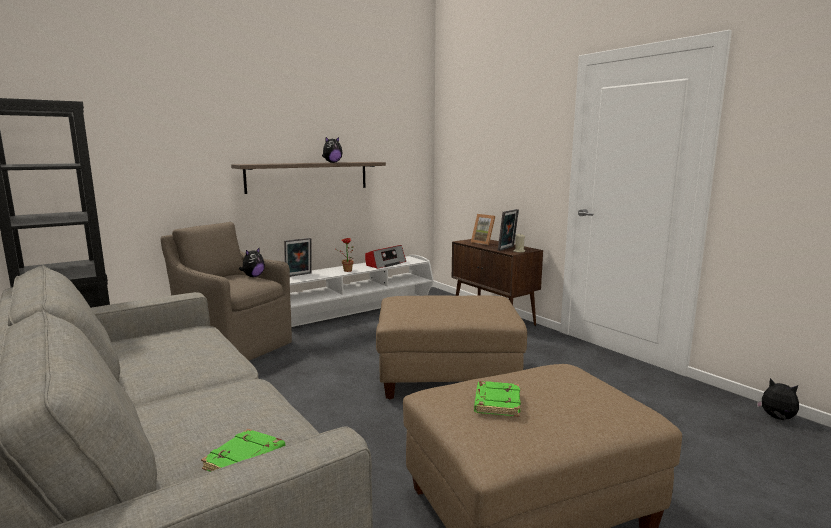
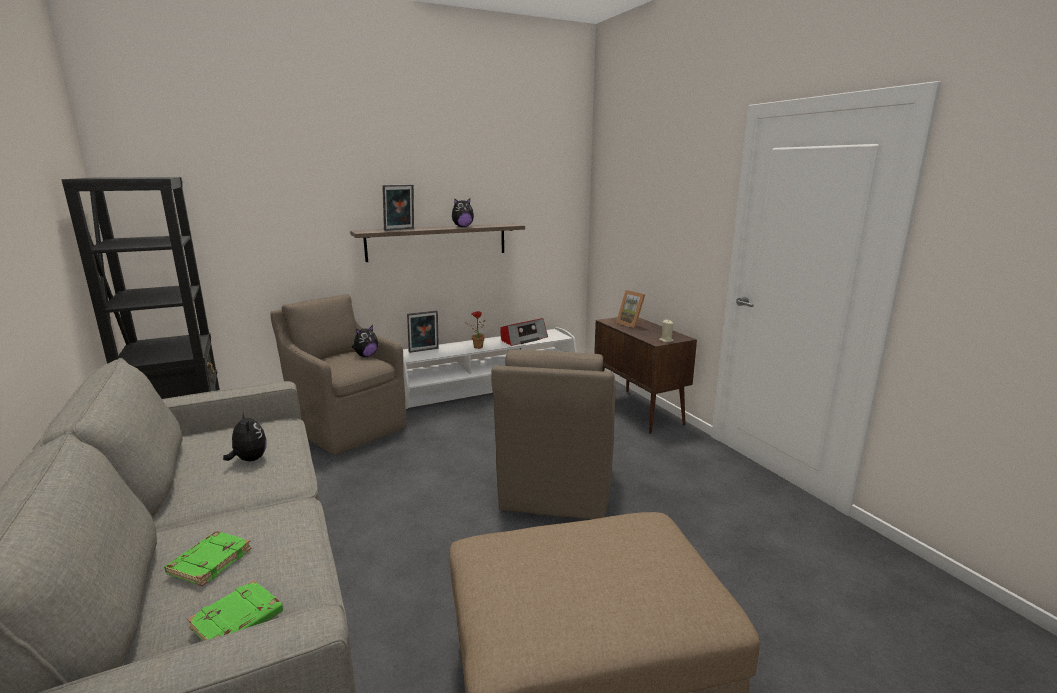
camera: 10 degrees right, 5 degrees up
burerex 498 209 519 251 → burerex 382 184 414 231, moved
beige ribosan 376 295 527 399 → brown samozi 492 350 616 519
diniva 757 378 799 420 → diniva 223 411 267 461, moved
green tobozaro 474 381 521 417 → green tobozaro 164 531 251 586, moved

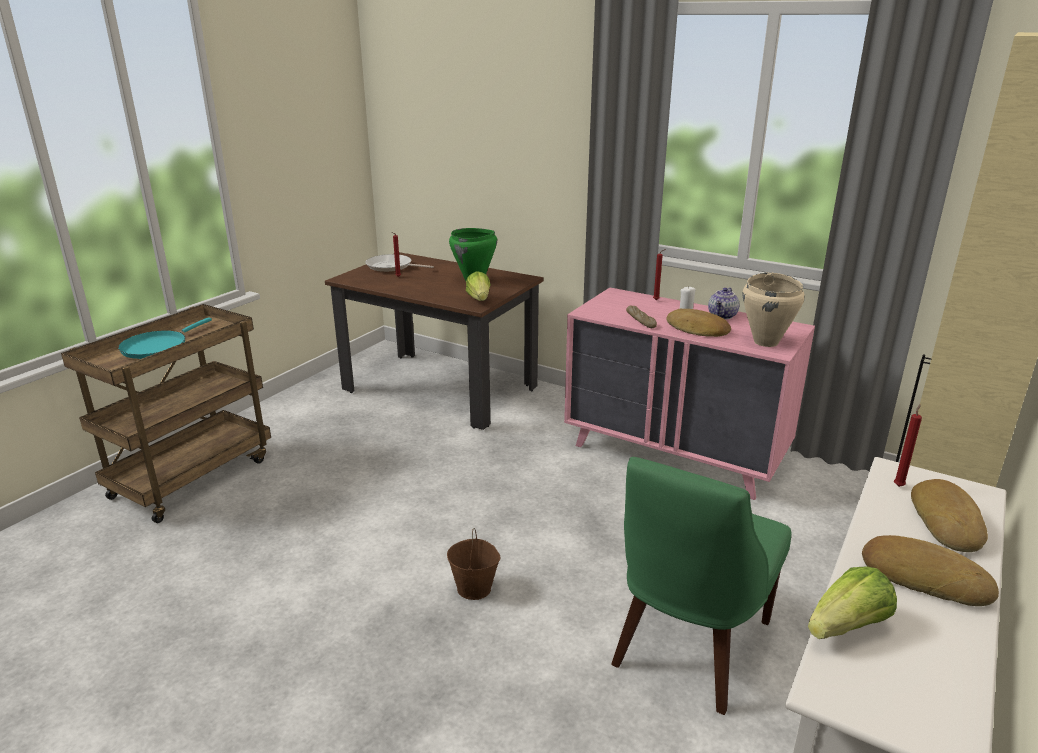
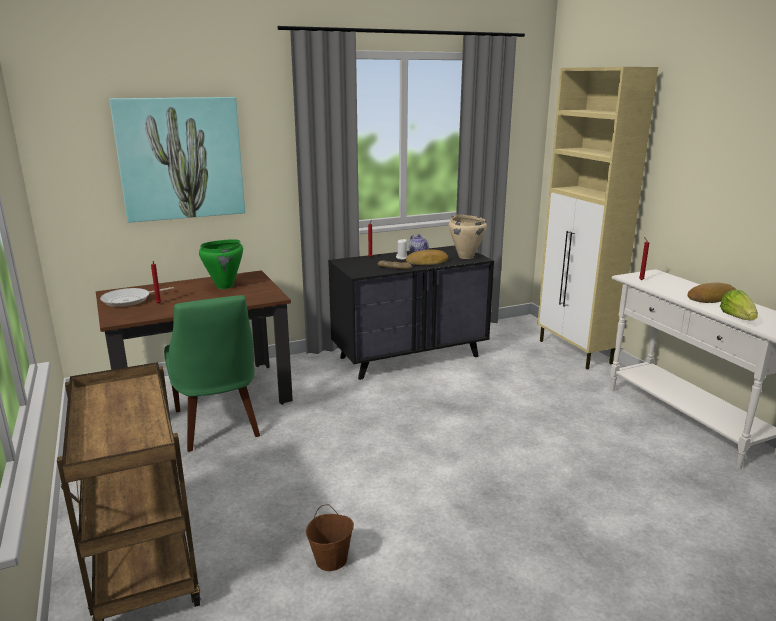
camera: 55 degrees left, 5 degrees down
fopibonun 466 271 491 301 → -
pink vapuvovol 564 288 815 500 → black vapuvovol 328 246 494 380
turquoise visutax 118 317 212 359 → -
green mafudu 611 457 792 715 → green mafudu 164 295 260 452, moved
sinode 911 479 988 552 → -
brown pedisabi 447 528 501 600 → brown pedisabi 306 504 354 571, moved
- → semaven 109 97 245 223

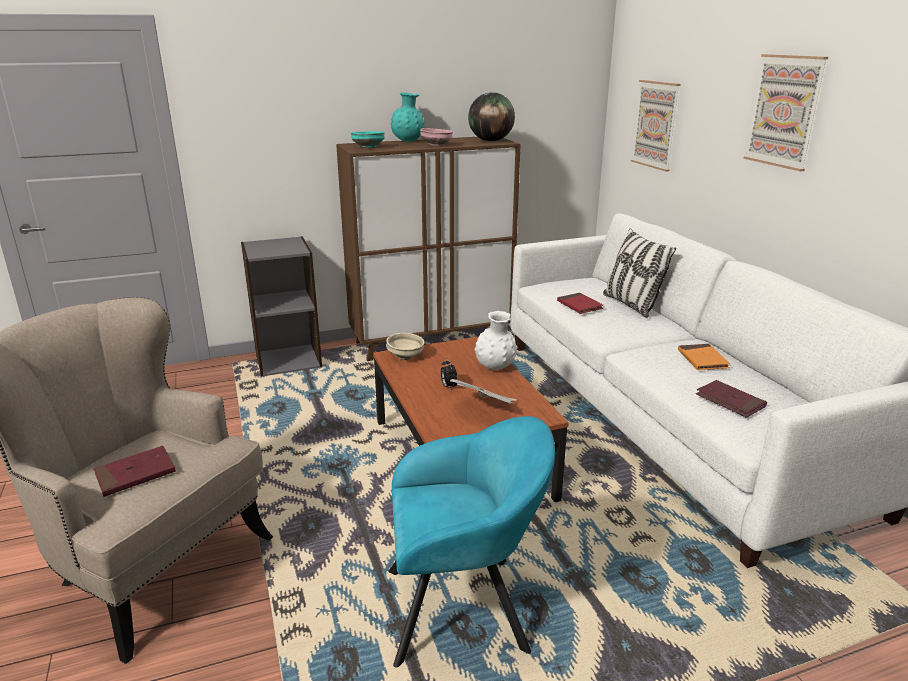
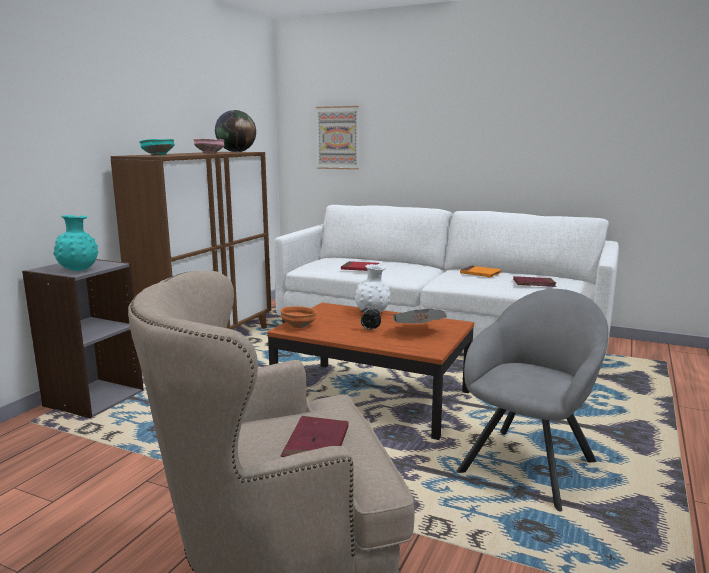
camera: 45 degrees left, 10 degrees down
semaven 743 54 828 171 → -
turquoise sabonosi 391 92 425 142 → turquoise sabonosi 53 215 99 271, moved
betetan 603 228 676 318 → -
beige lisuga 386 333 425 360 → orange lisuga 281 306 316 328
turquoise samozi 389 416 555 668 → grey samozi 456 289 609 511

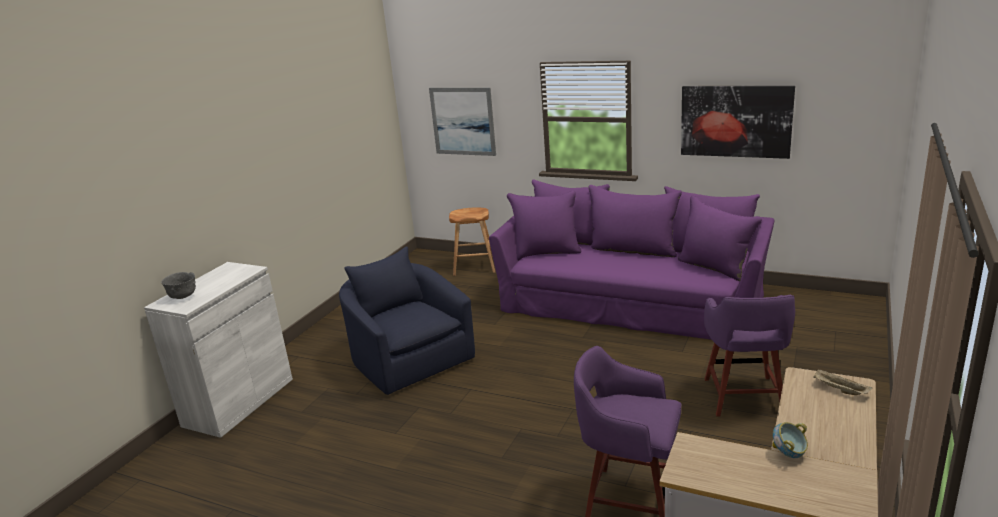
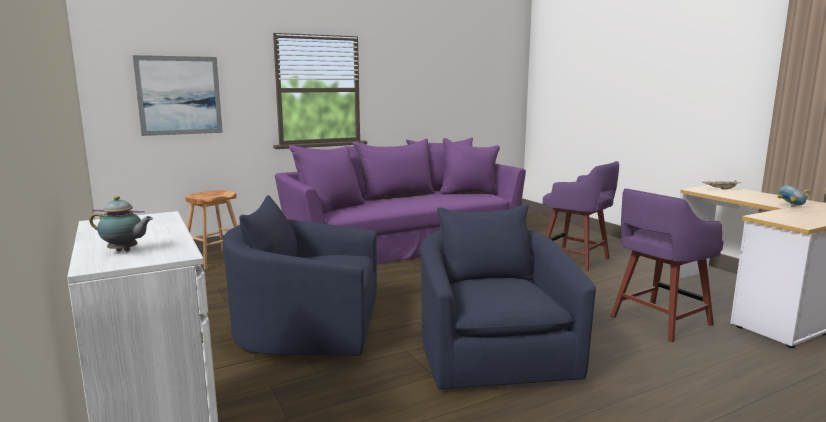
camera: 55 degrees left, 10 degrees down
semaven 681 86 795 159 → -
grey lisuga 161 272 196 299 → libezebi 89 196 153 251
- → blue samozi 421 204 596 390

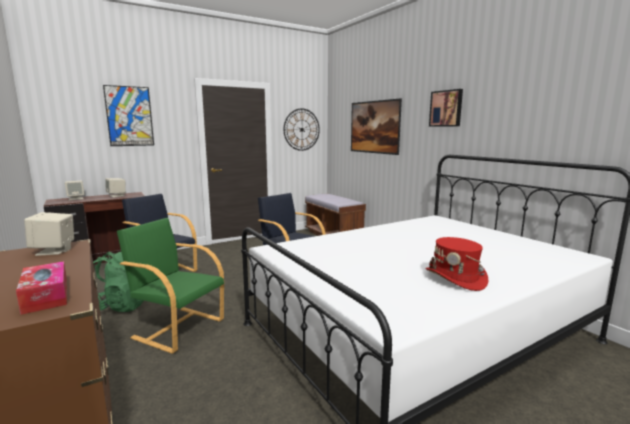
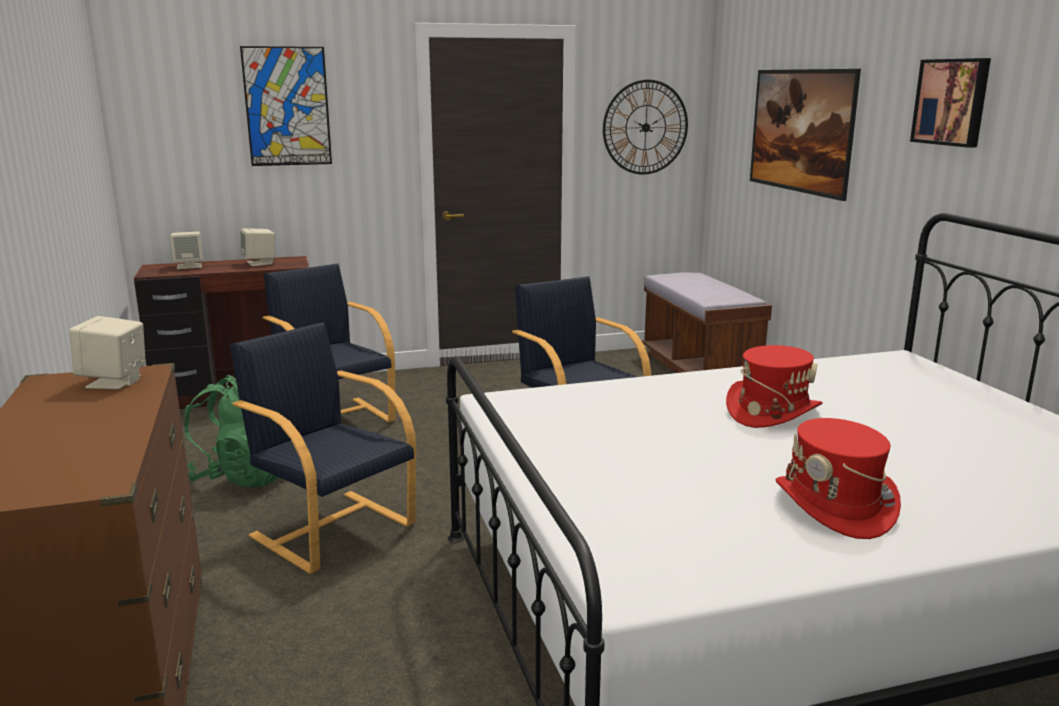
camera: 15 degrees right, 5 degrees up
green samozi 117 218 224 354 → black samozi 230 322 416 574
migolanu 16 261 67 315 → -
- → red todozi 726 345 822 428

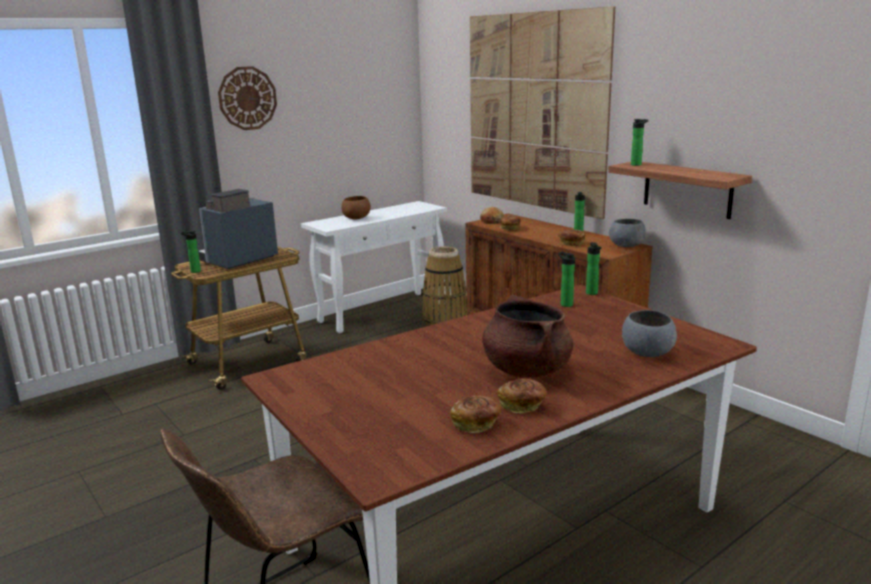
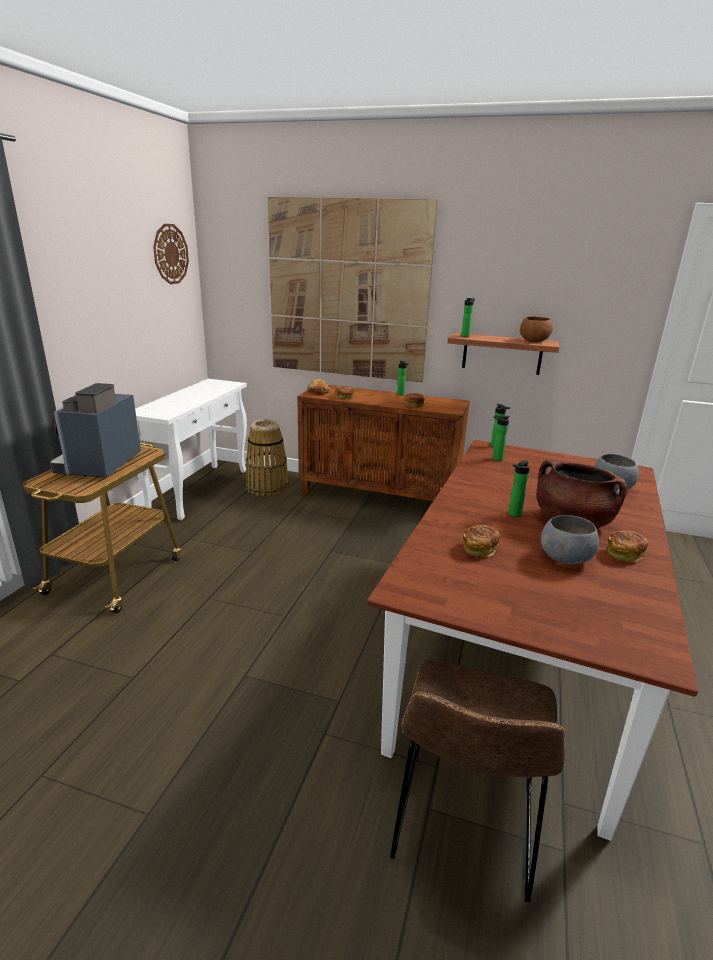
camera: 35 degrees left, 5 degrees up
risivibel 218 66 277 130 → risivibel 153 224 189 284, moved
brown lisuga 342 196 371 219 → brown lisuga 520 317 553 342, moved
grey lisuga 609 219 646 247 → grey lisuga 541 515 599 564, moved
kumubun 181 231 201 273 → kumubun 508 461 530 517, moved
sinode 450 395 501 433 → sinode 463 525 500 557, moved

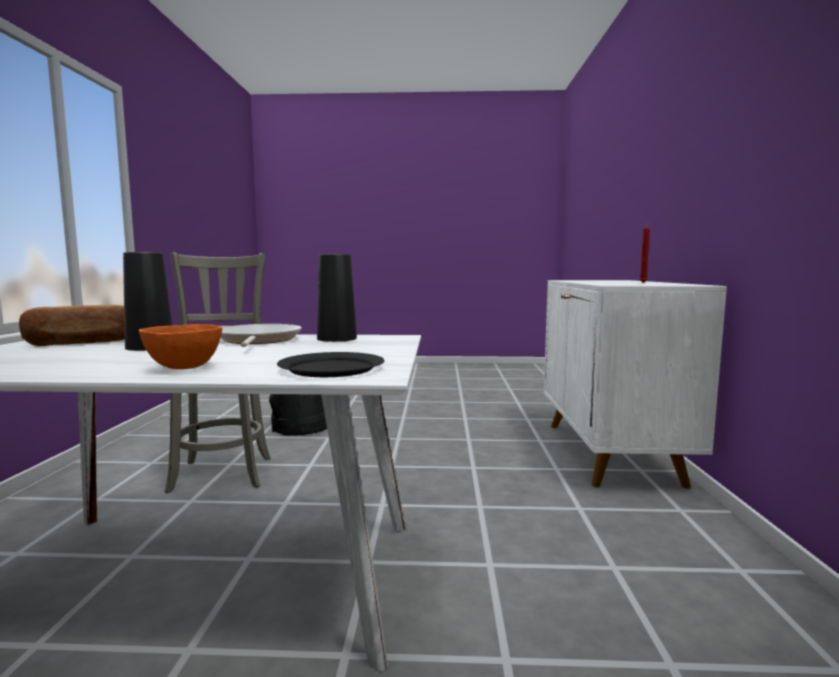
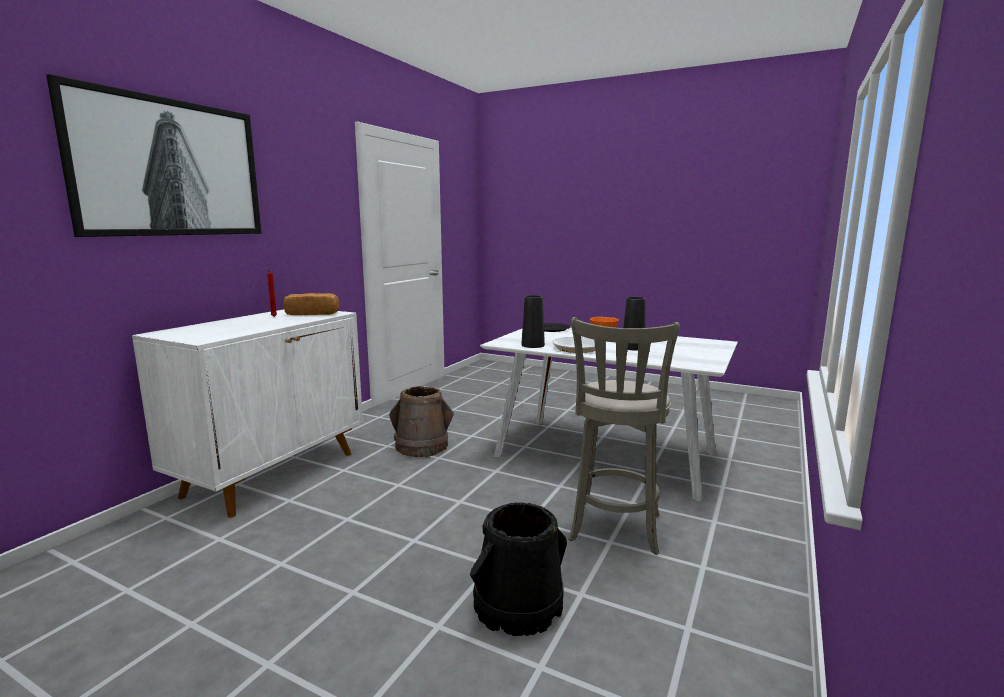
camera: 155 degrees left, 5 degrees up
sinode 19 305 125 346 → sinode 284 293 339 315, moved
- → semaven 46 74 262 237
- → brown pedisabi 389 386 454 457

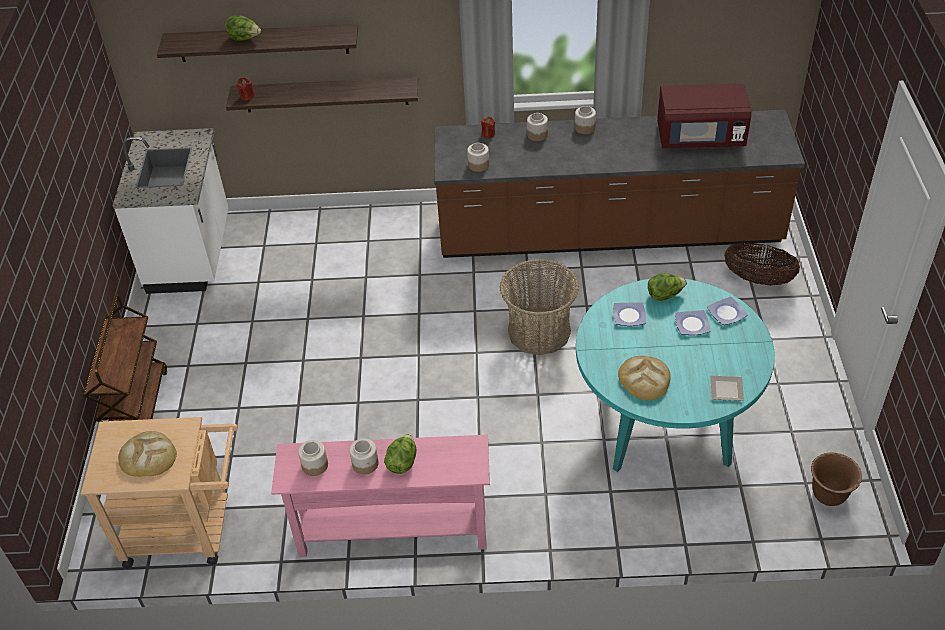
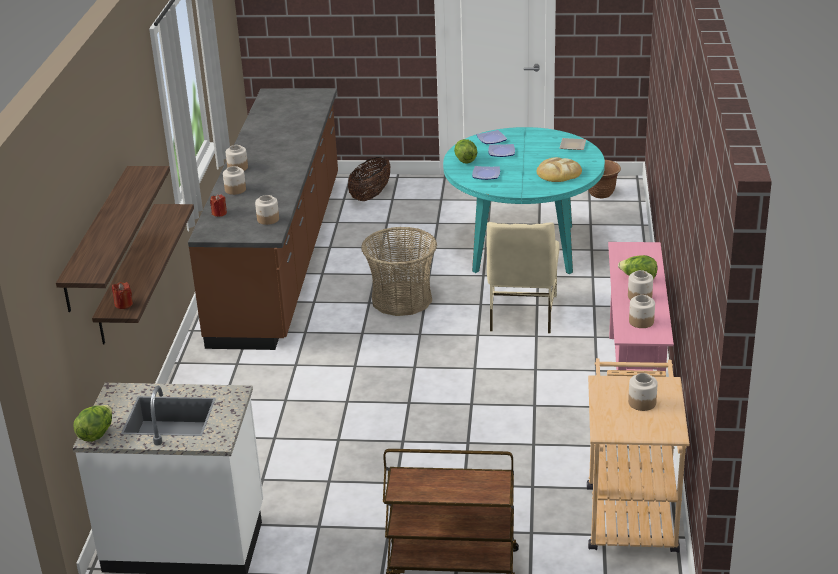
camera: 85 degrees left, 15 degrees down
fopibonun 225 15 261 41 → fopibonun 74 405 112 442, moved
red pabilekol 657 84 751 148 → -
sinode 118 431 177 477 → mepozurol 628 373 658 411
- → beige mafudu 486 222 560 334

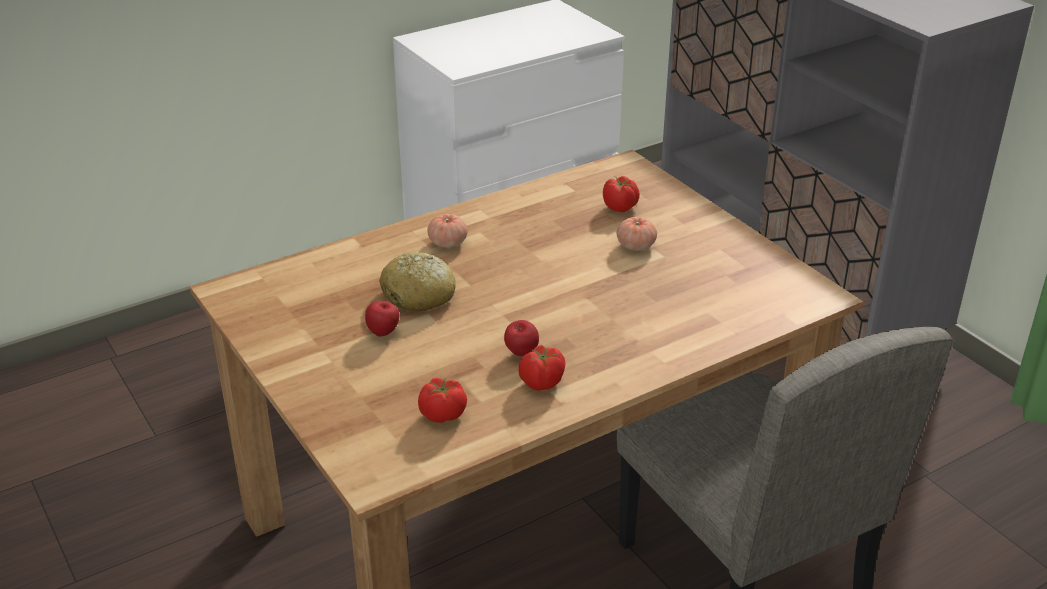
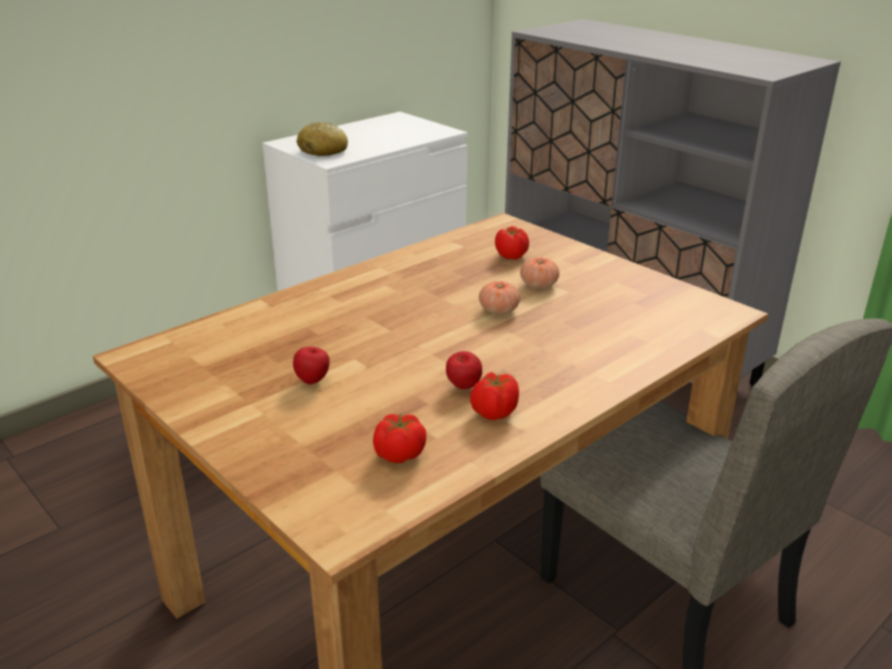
camera: 10 degrees left, 5 degrees down
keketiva 427 214 468 248 → keketiva 479 281 520 315, moved
sinode 379 252 456 311 → sinode 296 122 348 156, moved

